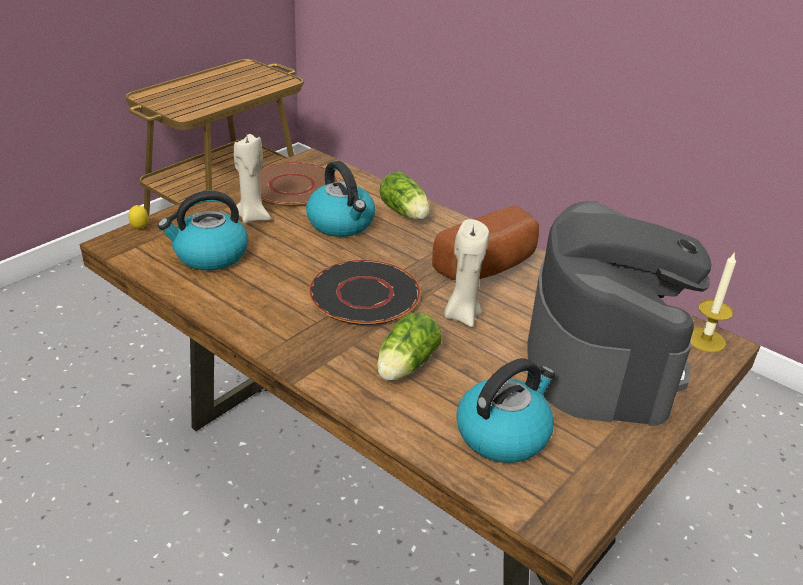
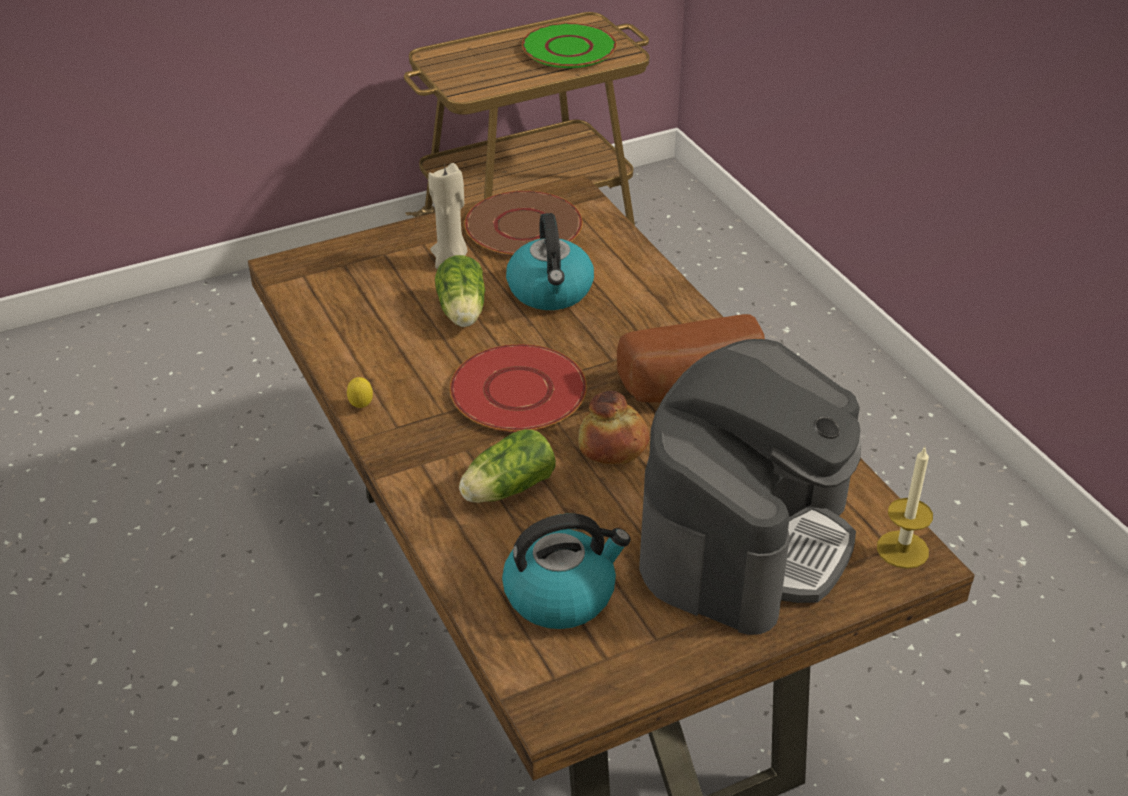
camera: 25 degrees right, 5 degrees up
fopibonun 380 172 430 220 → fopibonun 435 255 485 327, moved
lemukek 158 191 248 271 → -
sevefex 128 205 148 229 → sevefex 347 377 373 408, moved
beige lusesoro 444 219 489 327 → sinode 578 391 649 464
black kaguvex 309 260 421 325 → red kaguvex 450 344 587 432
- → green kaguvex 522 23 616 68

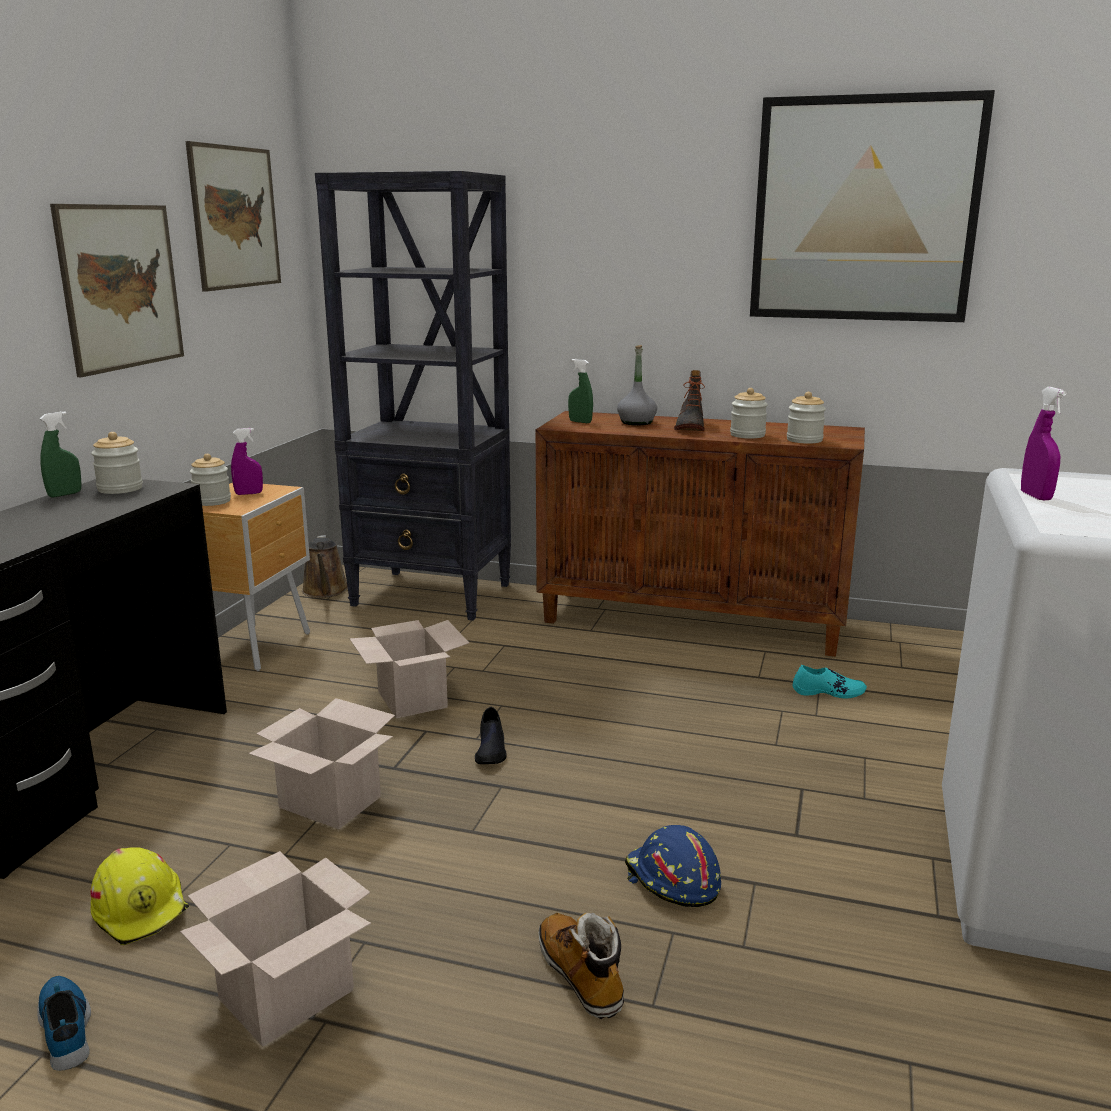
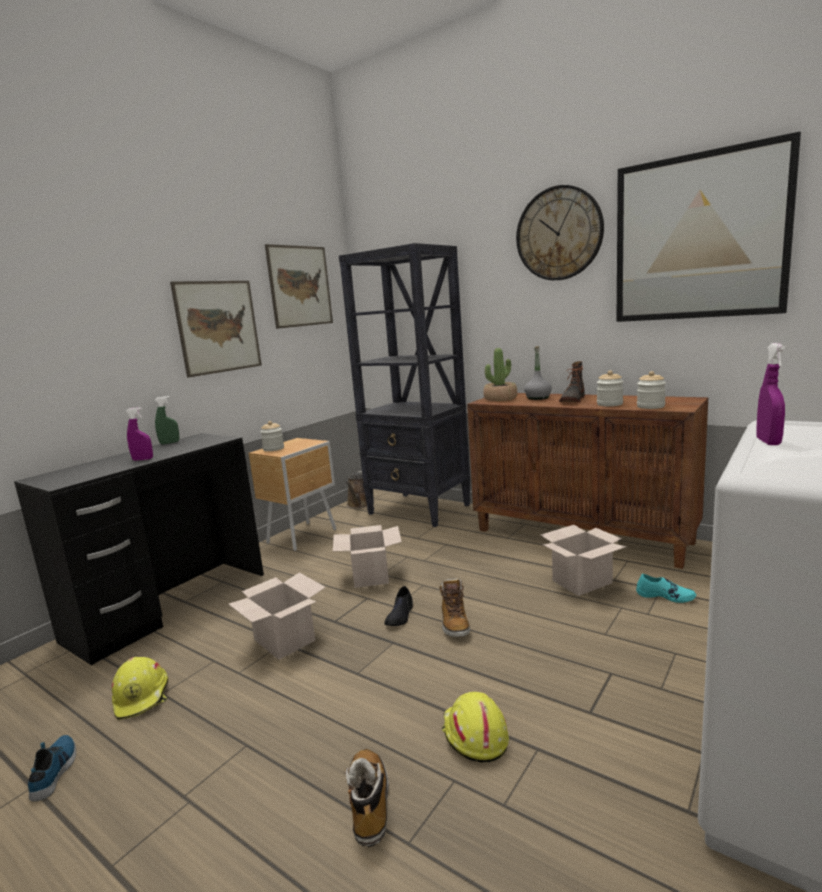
camera: 20 degrees right, 5 degrees down
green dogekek 568 359 593 423 → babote 483 348 517 401
purple dogekek 231 428 263 495 → purple dogekek 125 407 153 461, moved
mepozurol 91 432 143 494 → -
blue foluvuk 625 825 721 907 → yellow foluvuk 442 692 509 763
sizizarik 180 851 371 1047 → sizizarik 541 525 627 596, moved
- → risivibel 516 185 604 280
- → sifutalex 439 578 470 637

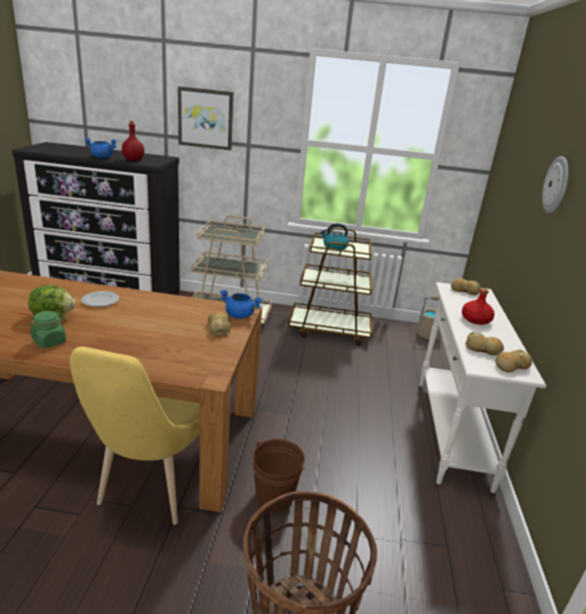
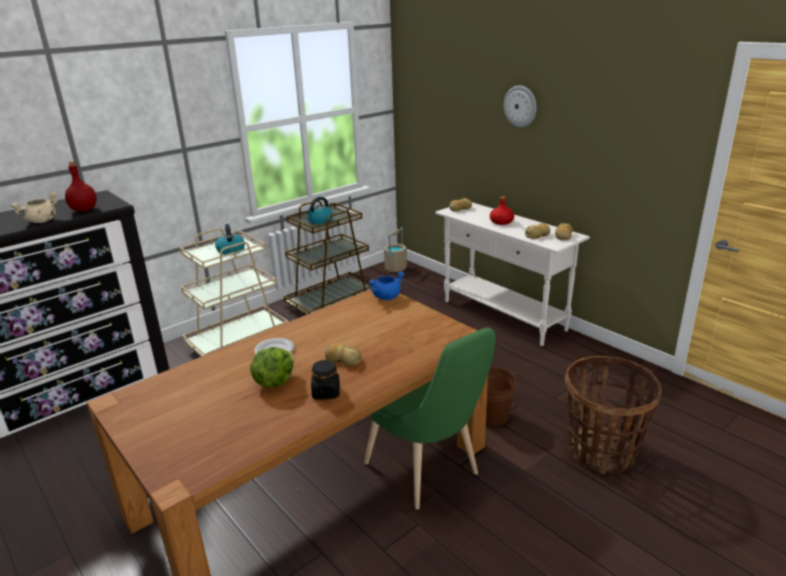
camera: 45 degrees left, 0 degrees up
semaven 178 86 233 150 → -
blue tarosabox 84 138 117 158 → beige tarosabox 10 192 57 223
green mepozurol 29 311 66 348 → black mepozurol 311 360 340 400
sinode 208 311 231 337 → sinode 325 343 362 366, moved
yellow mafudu 70 347 200 525 → green mafudu 364 328 496 510
- → lemukek 215 224 245 255

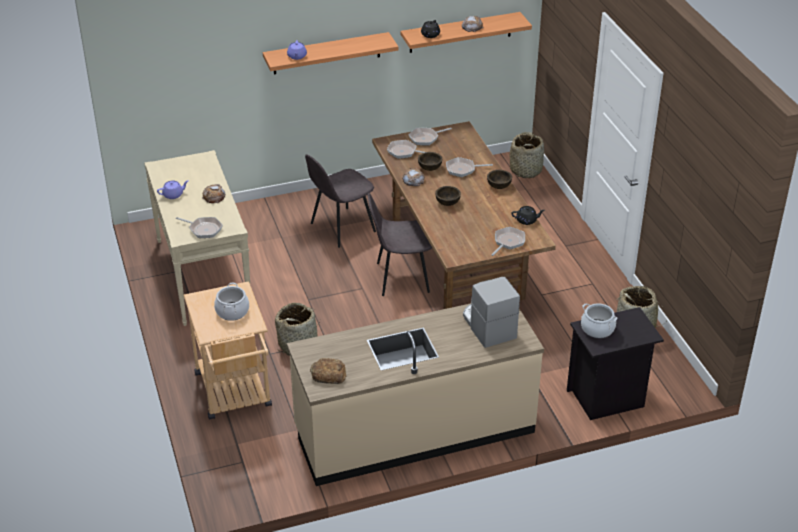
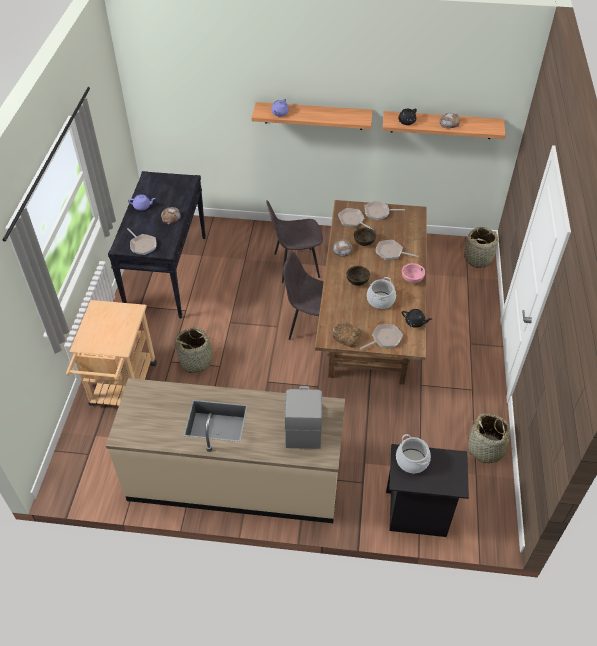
camera: 25 degrees right, 10 degrees up
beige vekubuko 144 150 250 326 → black vekubuko 108 171 206 319
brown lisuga 487 170 512 189 → pink lisuga 402 263 425 283
tarosabox 214 283 249 321 → tarosabox 367 277 396 309, moved
sinode 310 358 346 384 → sinode 333 322 362 348, moved

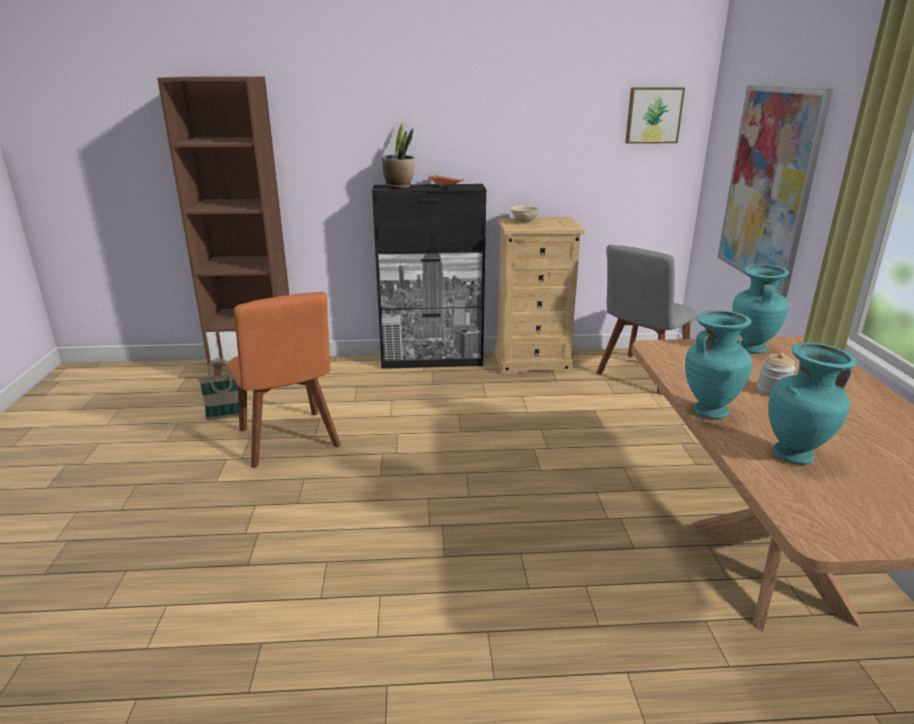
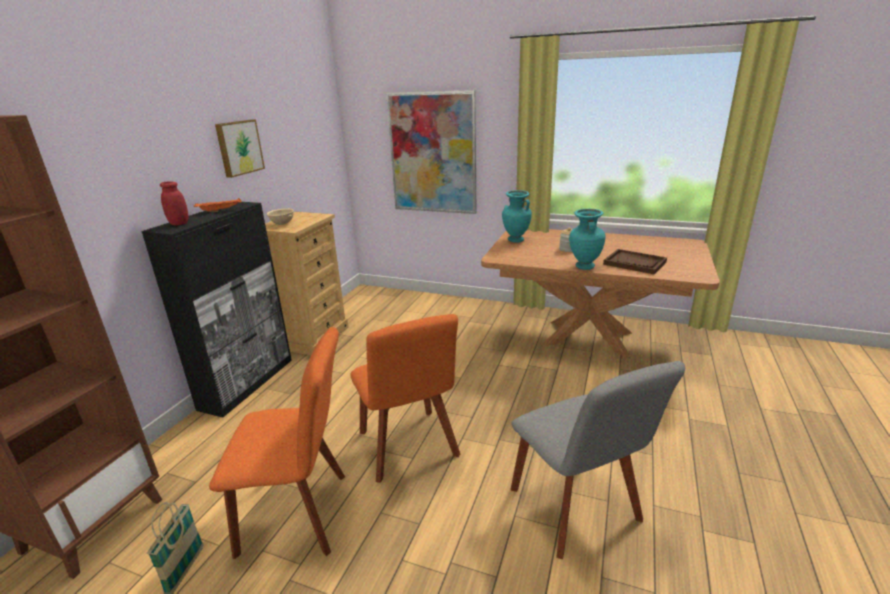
camera: 65 degrees left, 0 degrees up
semaven 625 87 685 144 → semaven 215 119 265 178, moved
babote 382 122 415 189 → red mepozurol 160 181 188 225
grey mafudu 596 245 699 395 → grey mafudu 511 361 685 559, moved
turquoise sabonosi 768 342 857 465 → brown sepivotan 603 249 667 275
- → orange mafudu 350 314 460 483

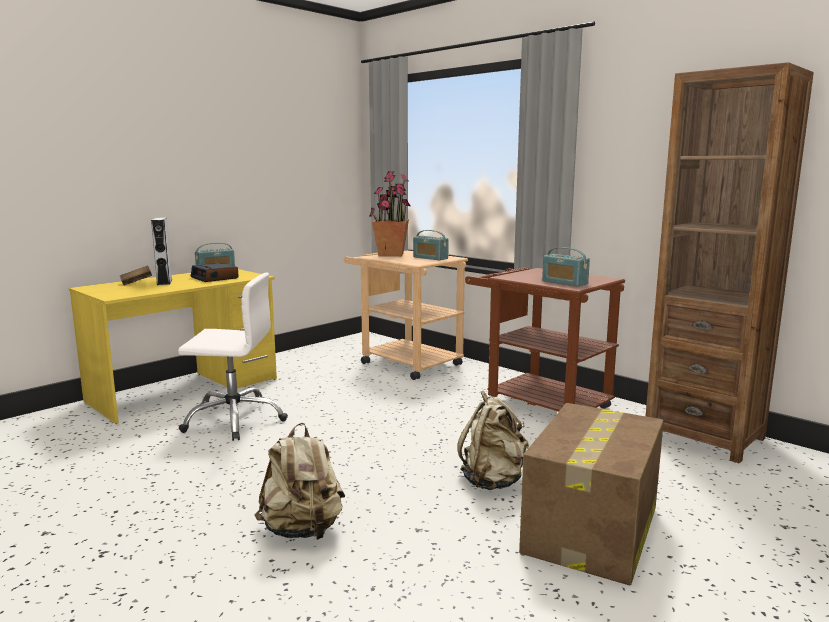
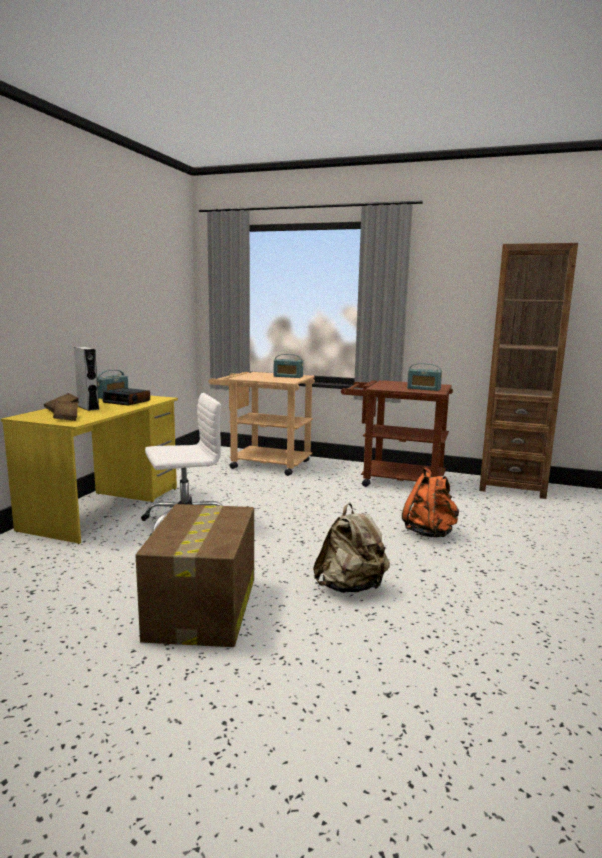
camera: 25 degrees left, 0 degrees up
babote 369 171 411 257 → -
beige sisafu 457 391 529 490 → orange sisafu 402 468 459 538
sizizarik 519 403 664 585 → sizizarik 135 504 254 647, moved
- → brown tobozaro 53 401 78 421

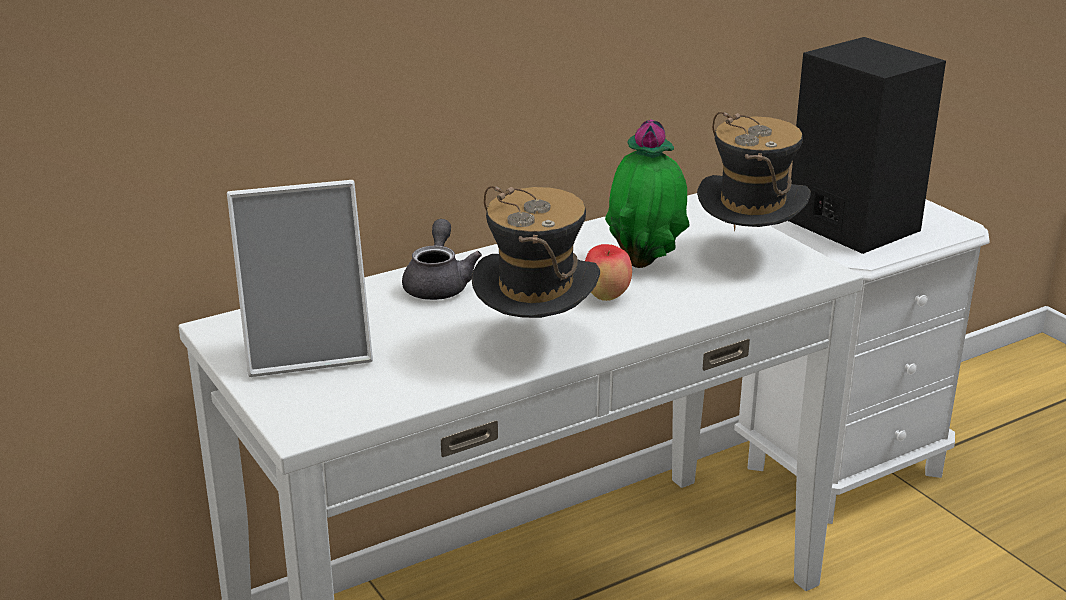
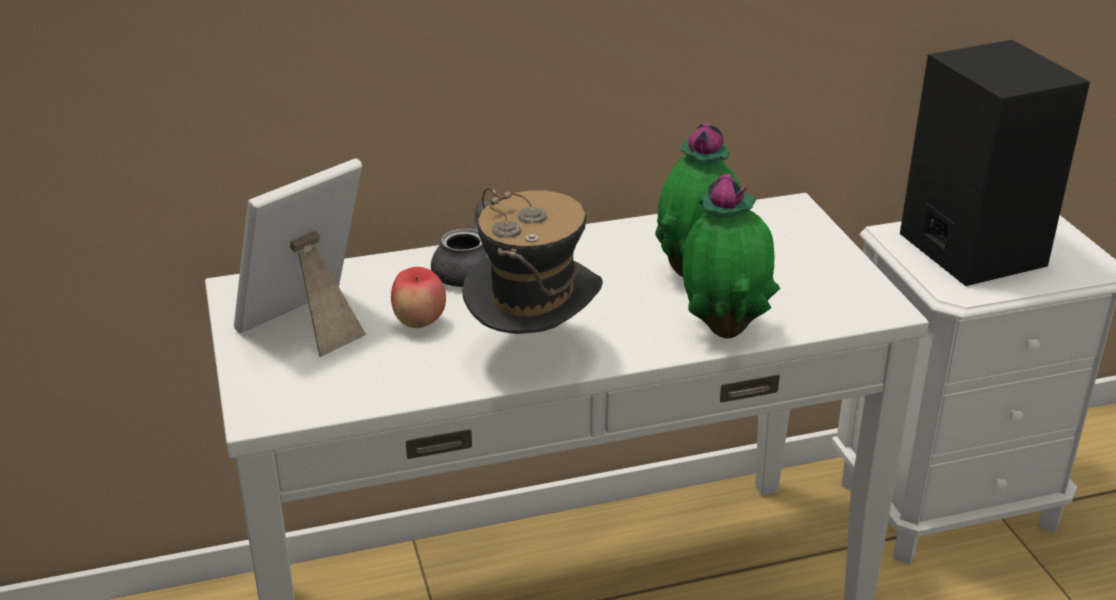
camera: 15 degrees right, 5 degrees up
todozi 697 112 811 231 → -
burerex 227 180 373 377 → burerex 234 159 366 357, 135 degrees clockwise
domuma 585 244 632 301 → domuma 391 267 446 328, moved
- → babote 683 174 780 338

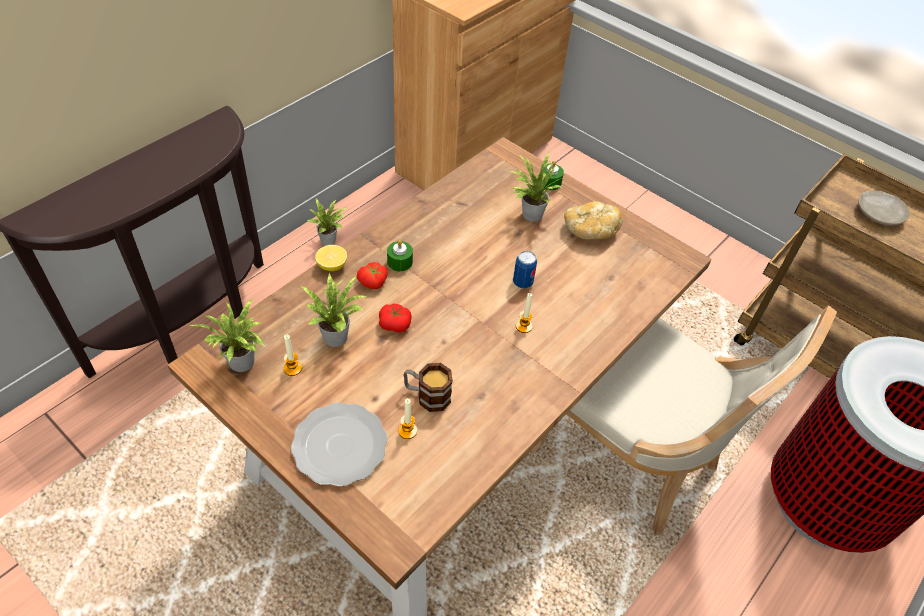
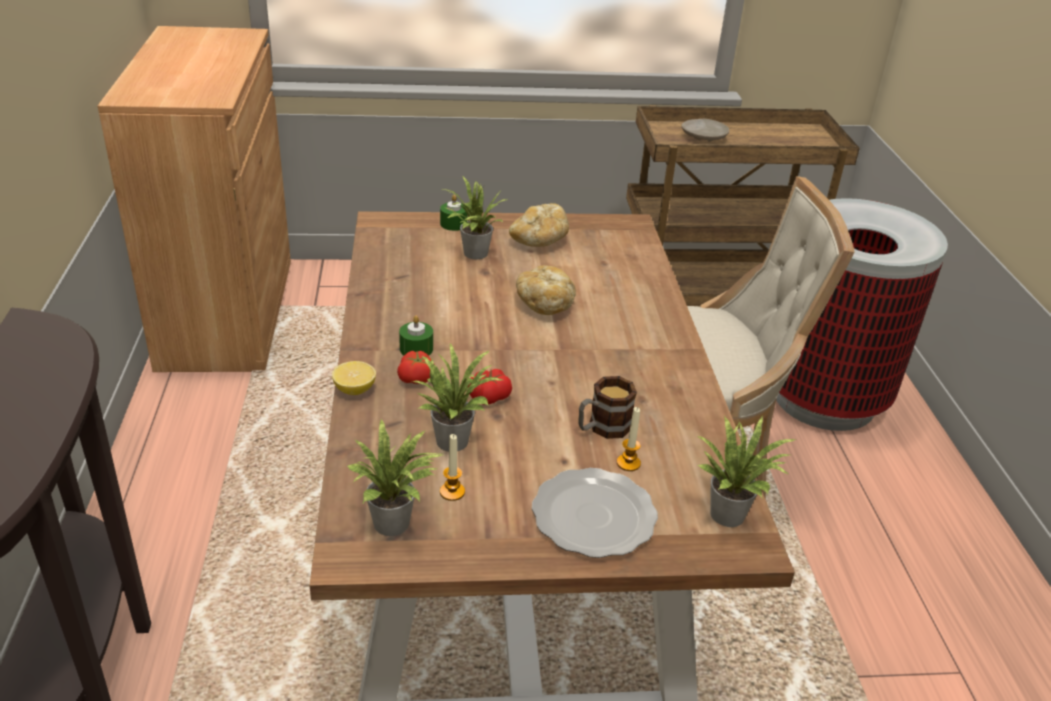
camera: 45 degrees left, 15 degrees down
babote 307 199 347 246 → babote 696 417 796 527, moved
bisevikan 513 251 537 289 → sinode 516 265 576 315
lusesoro 516 293 533 333 → -

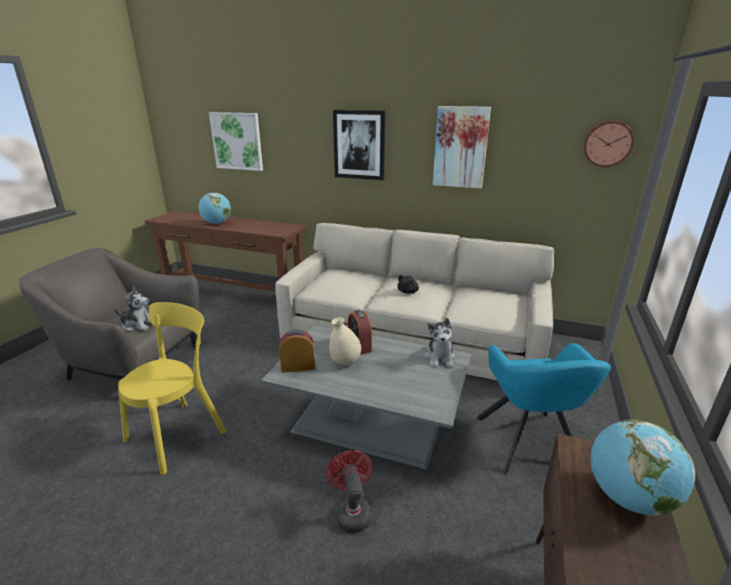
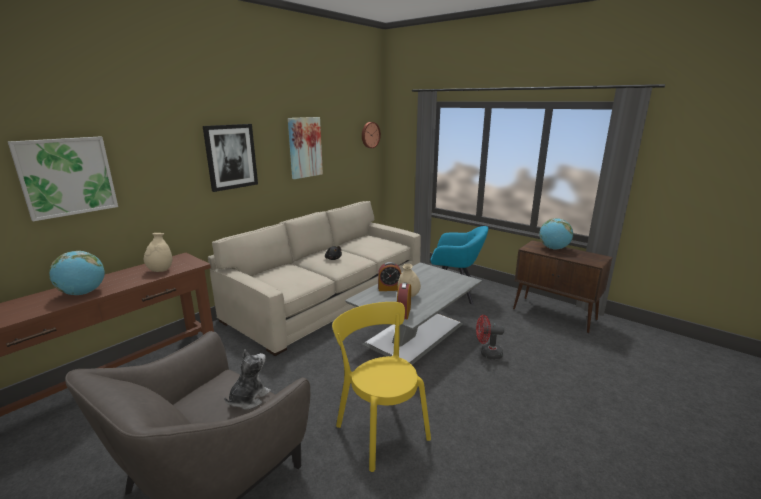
camera: 70 degrees left, 5 degrees down
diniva 425 318 455 367 → -
- → beige sabonosi 144 233 172 272

